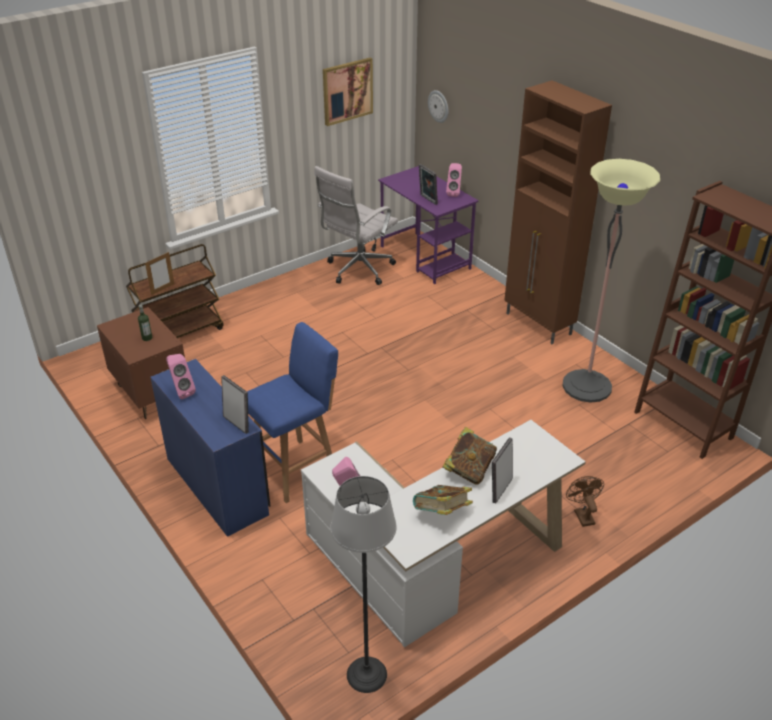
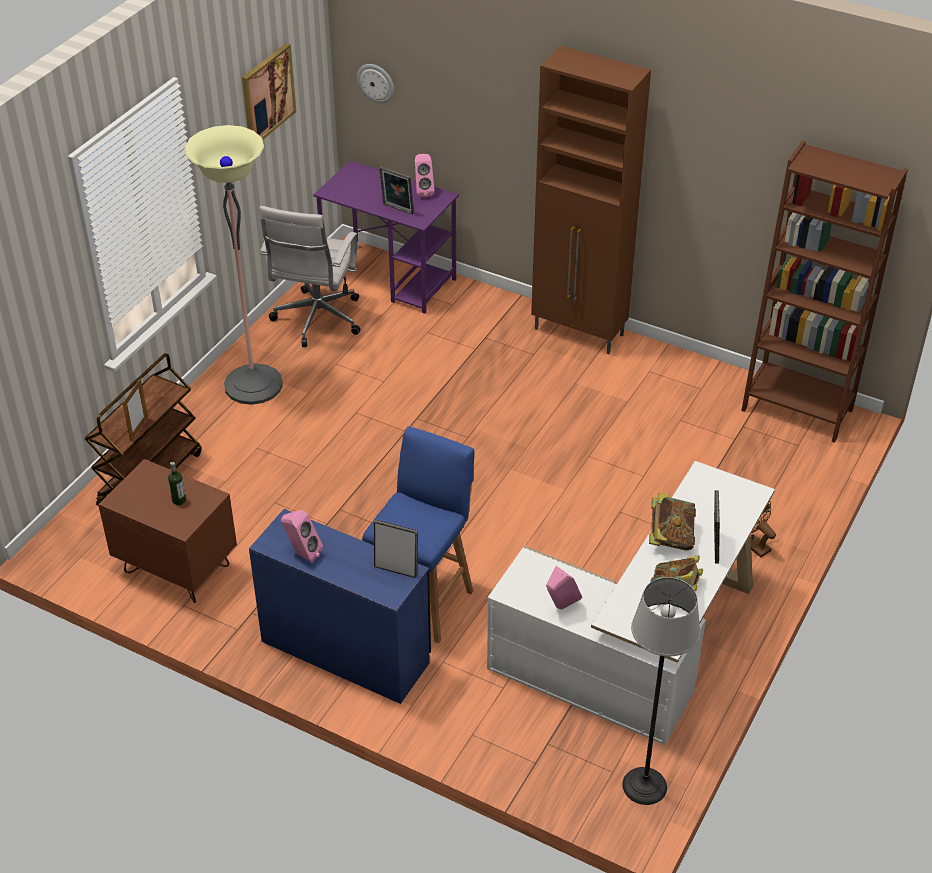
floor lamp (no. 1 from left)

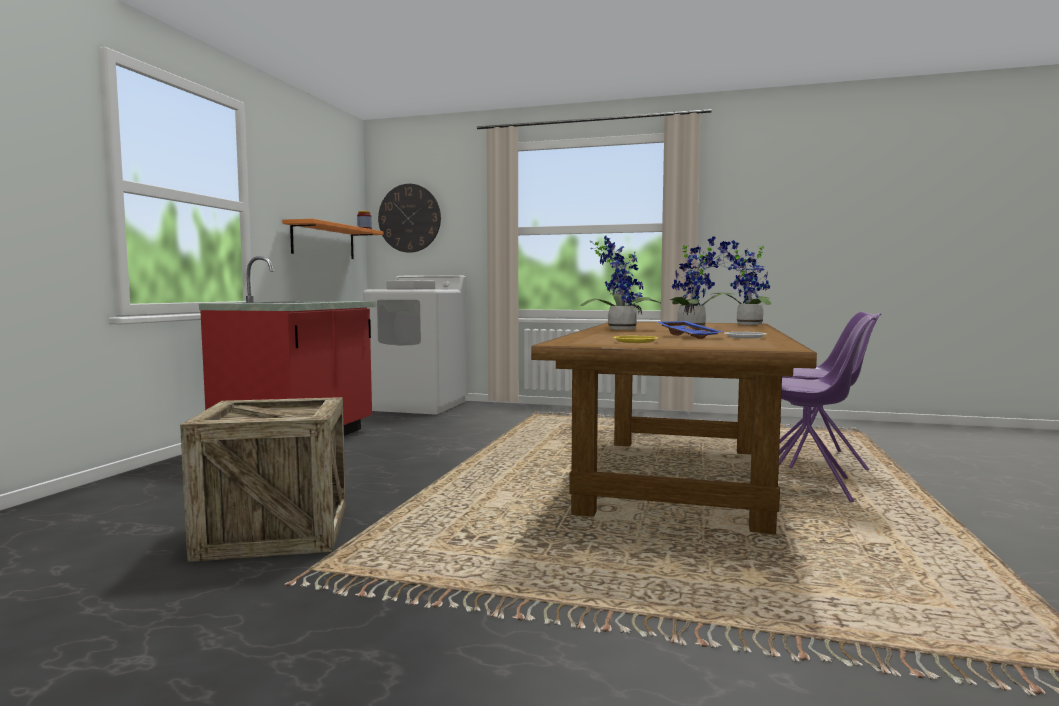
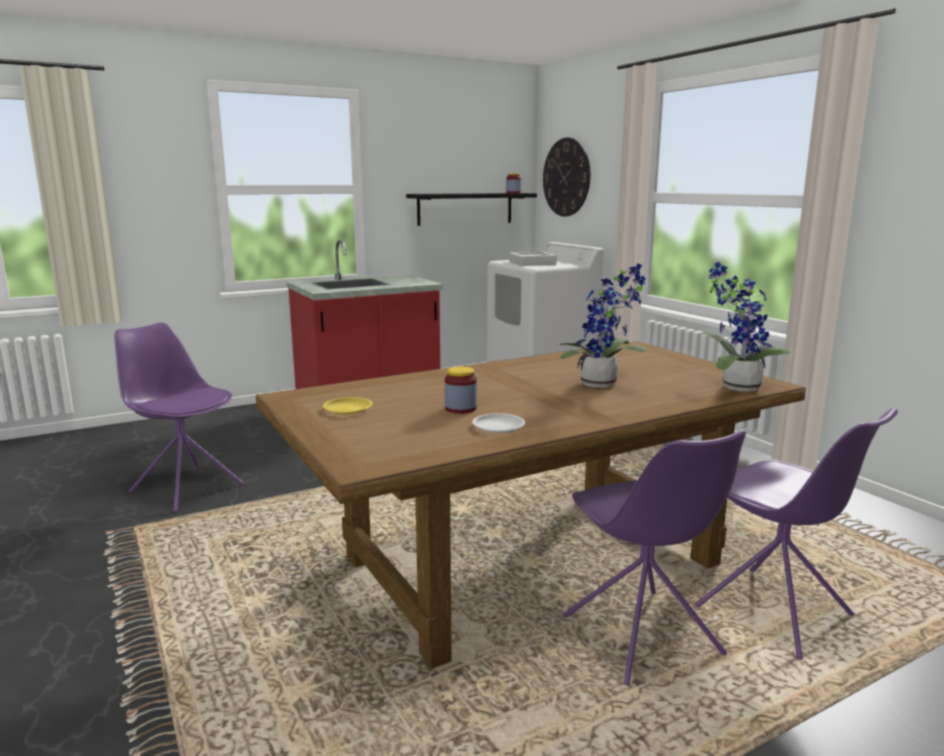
purple chair (no. 1 from left)
black shelf
potted plant (no. 1 from left in the first image)
jar (no. 1 from left)

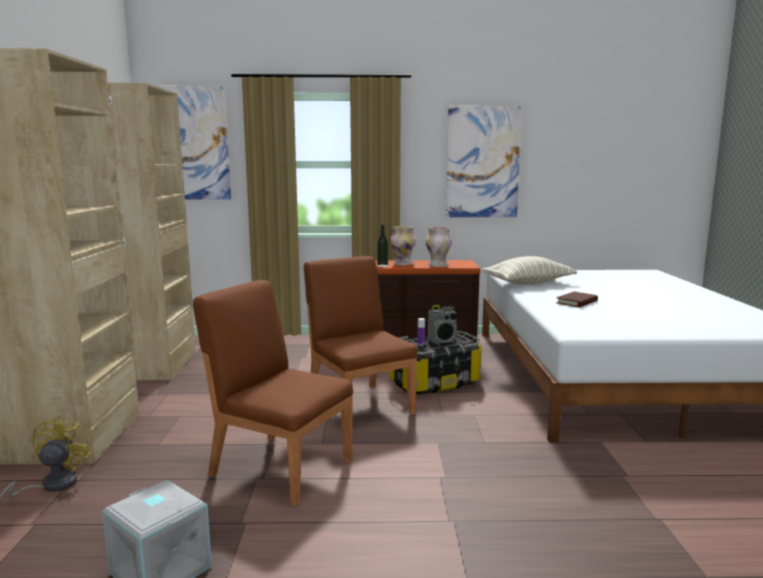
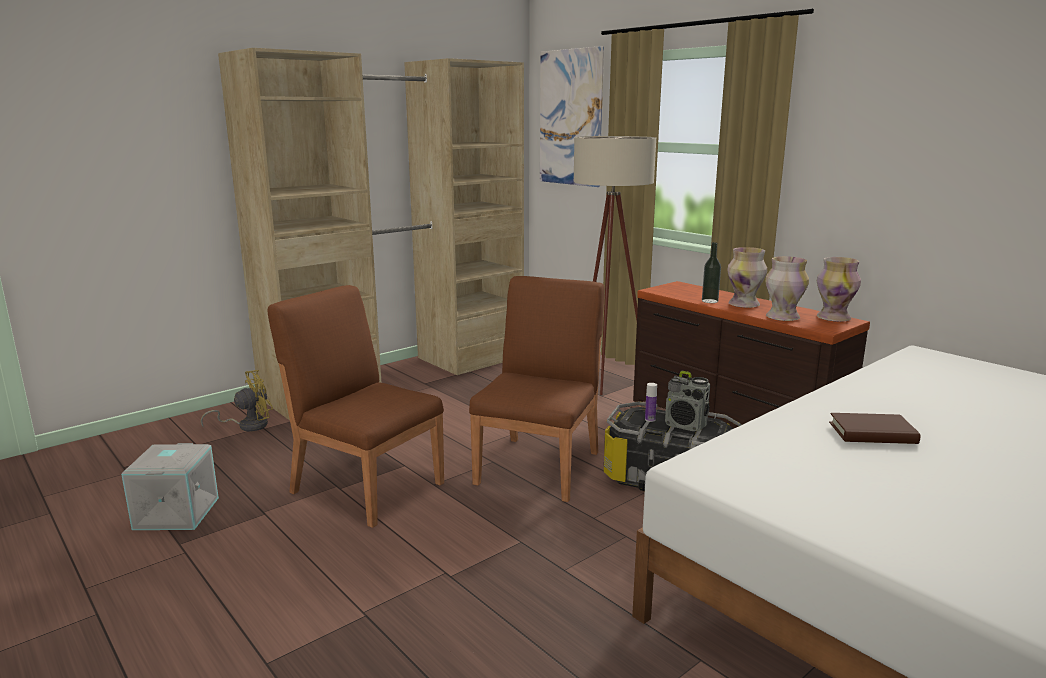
brown chair (no. 1 from left)
picture (no. 2 from left in the first image)
pillow
beige floor lamp
vase (no. 3 from left)

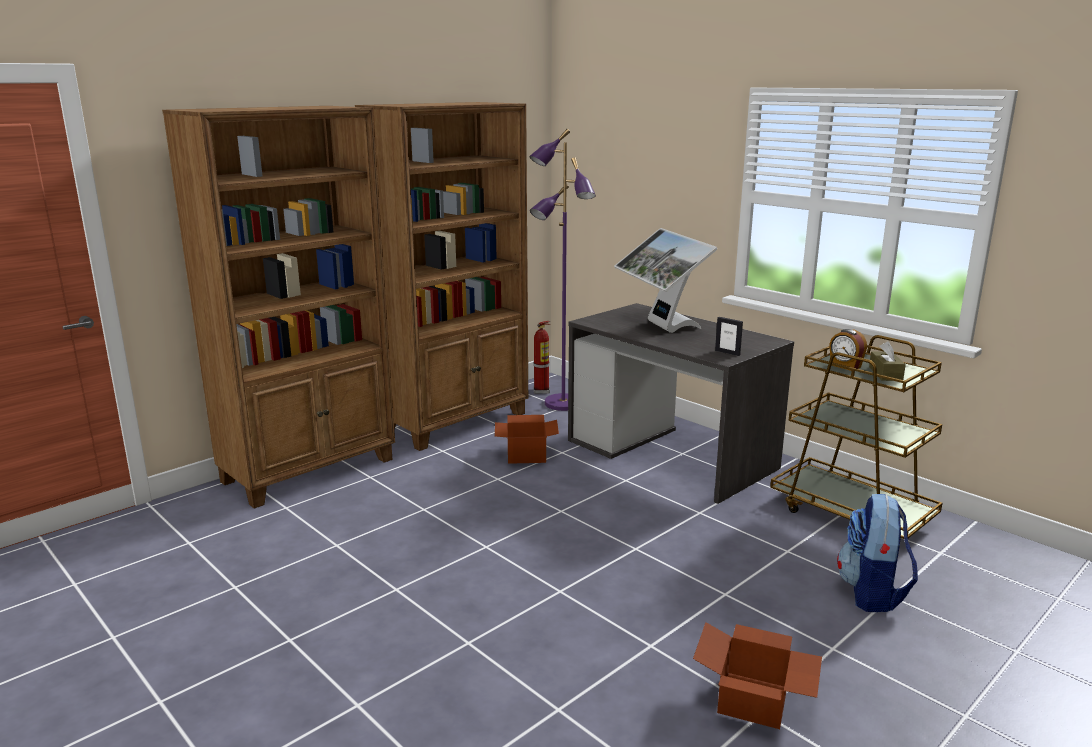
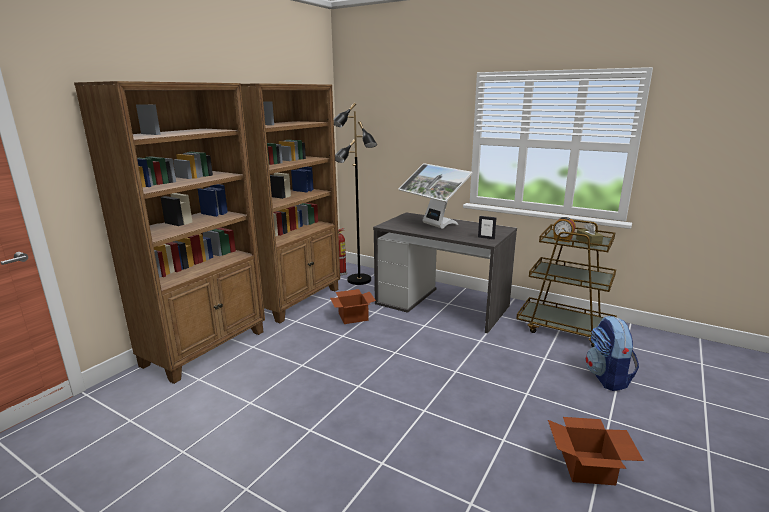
black floor lamp

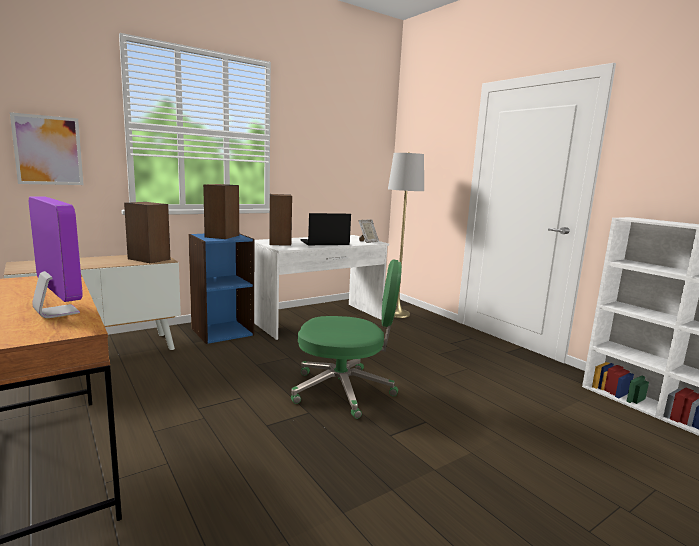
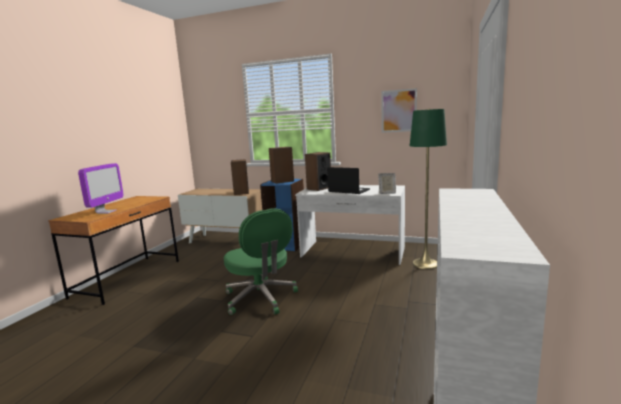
picture
green floor lamp

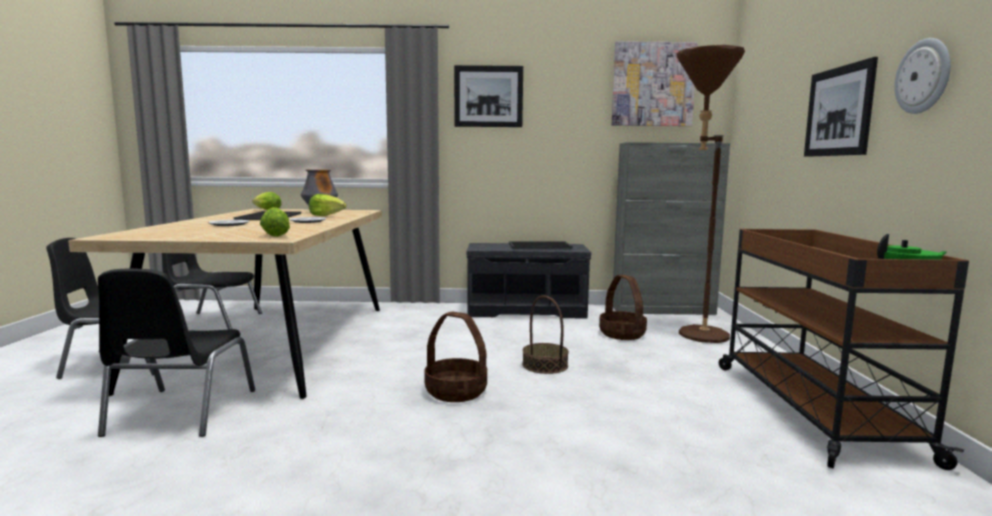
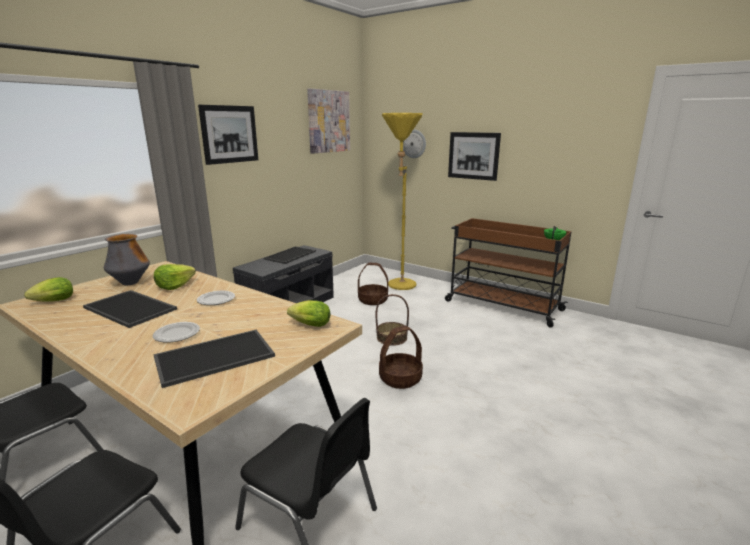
grey cabinet
yellow floor lamp
wall clock
tray (no. 2 from left)

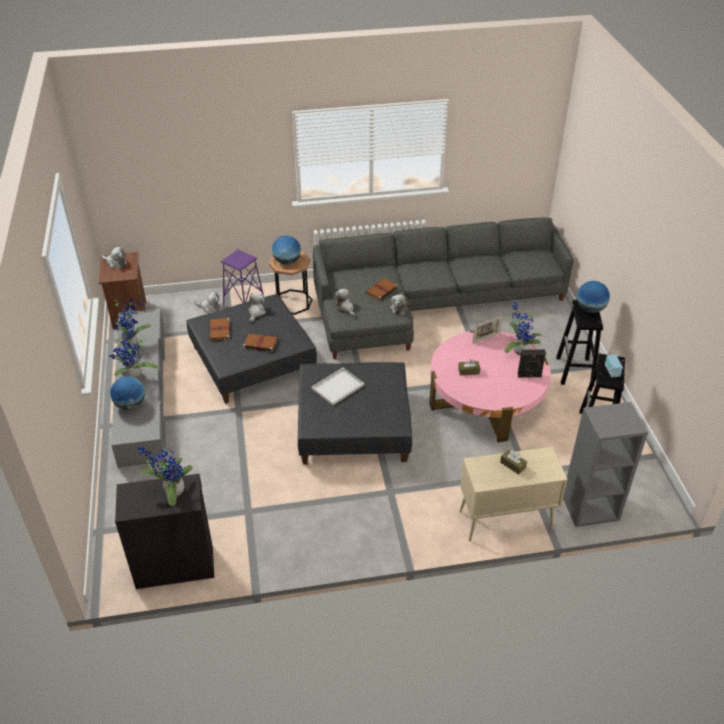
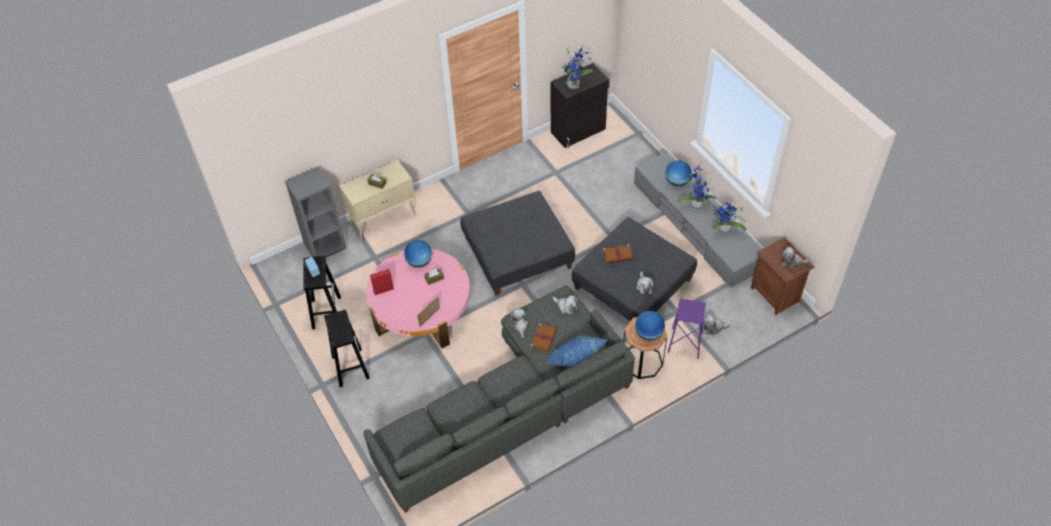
brown book (no. 1 from left in the first image)
white tray
potted plant (no. 4 from left in the first image)
red speaker
globe (no. 1 from left)
blue pillow

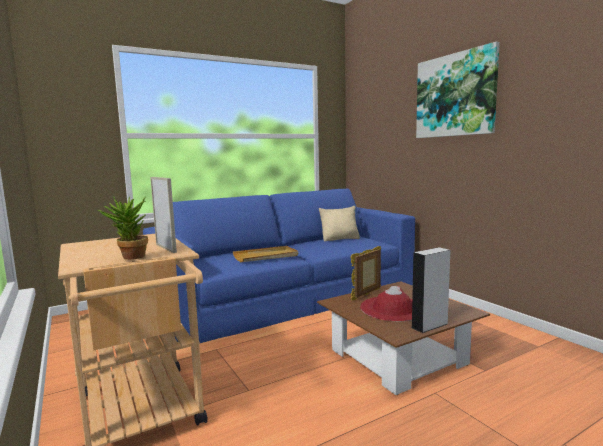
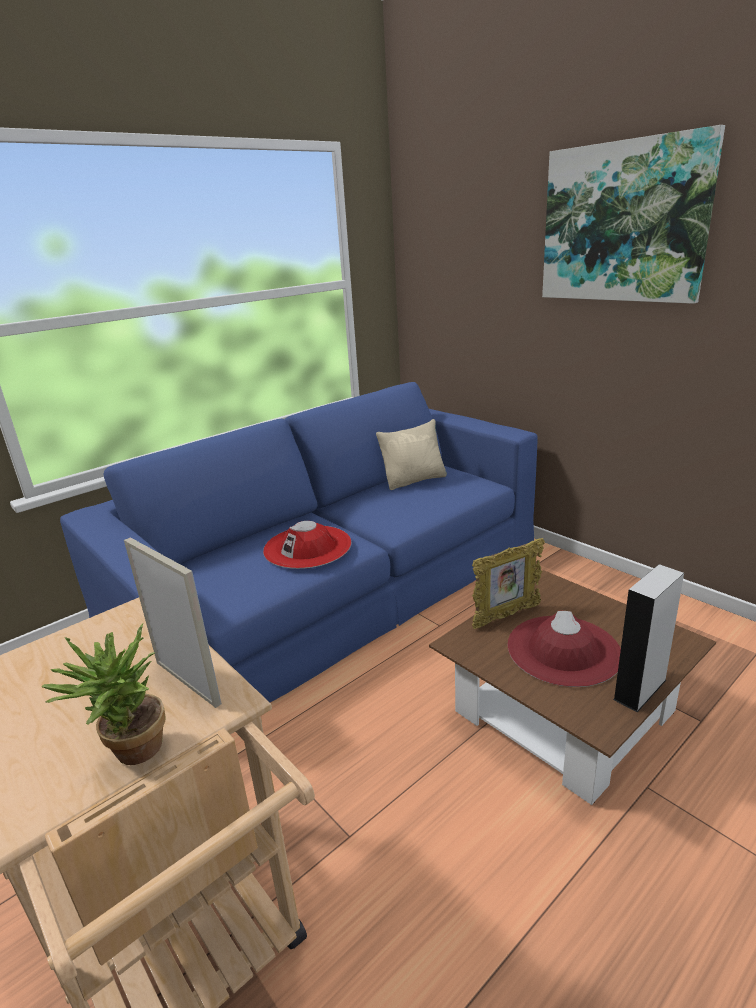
red hat (no. 1 from left)
picture frame (no. 2 from left)

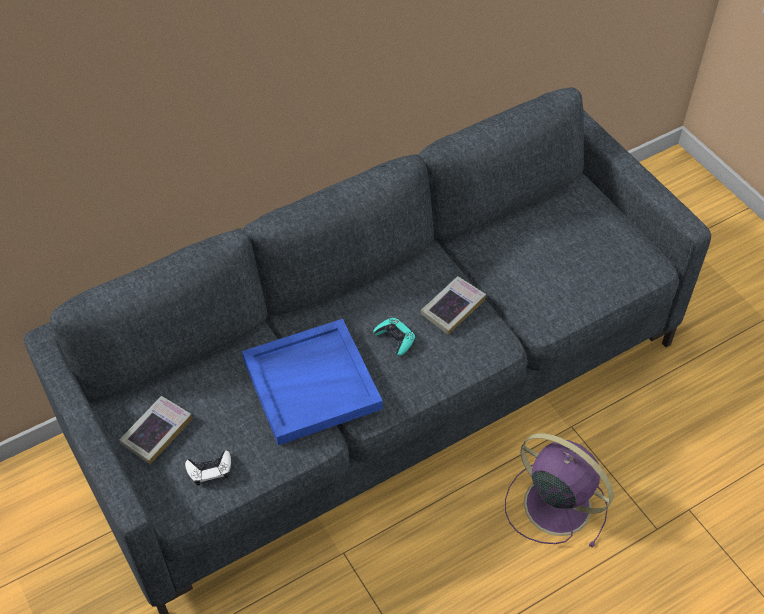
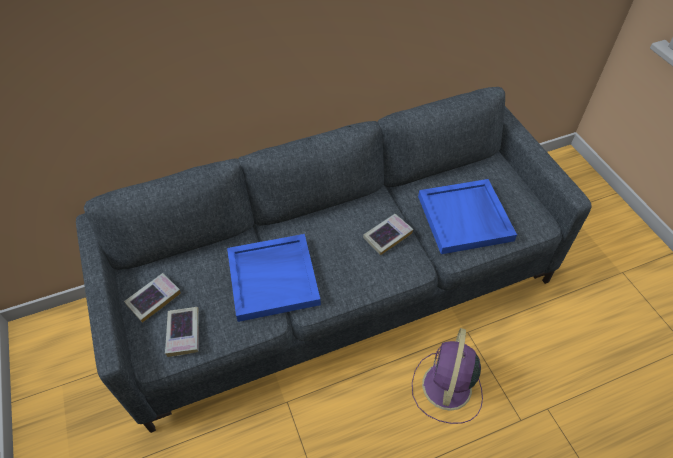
book (no. 2 from left)
turquoise game controller
purple fan
blue tray (no. 2 from left)

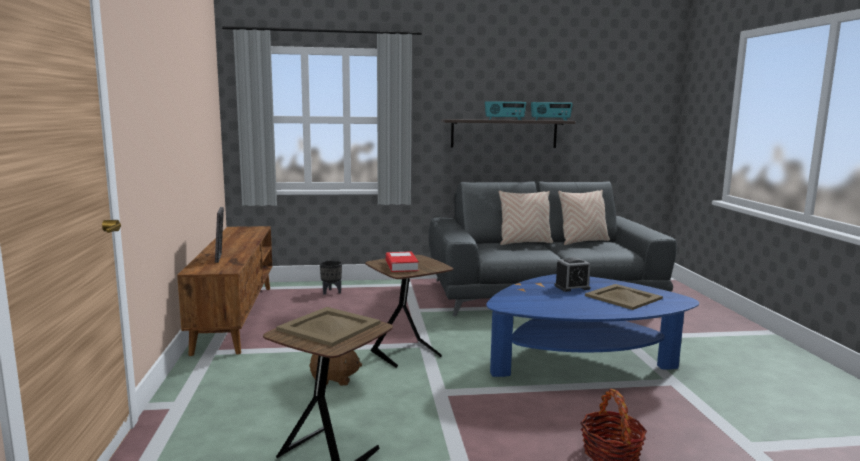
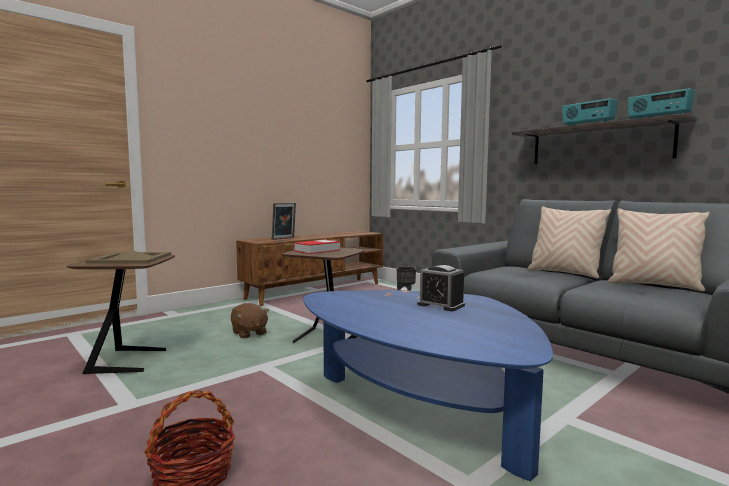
beige tray (no. 2 from left in the first image)

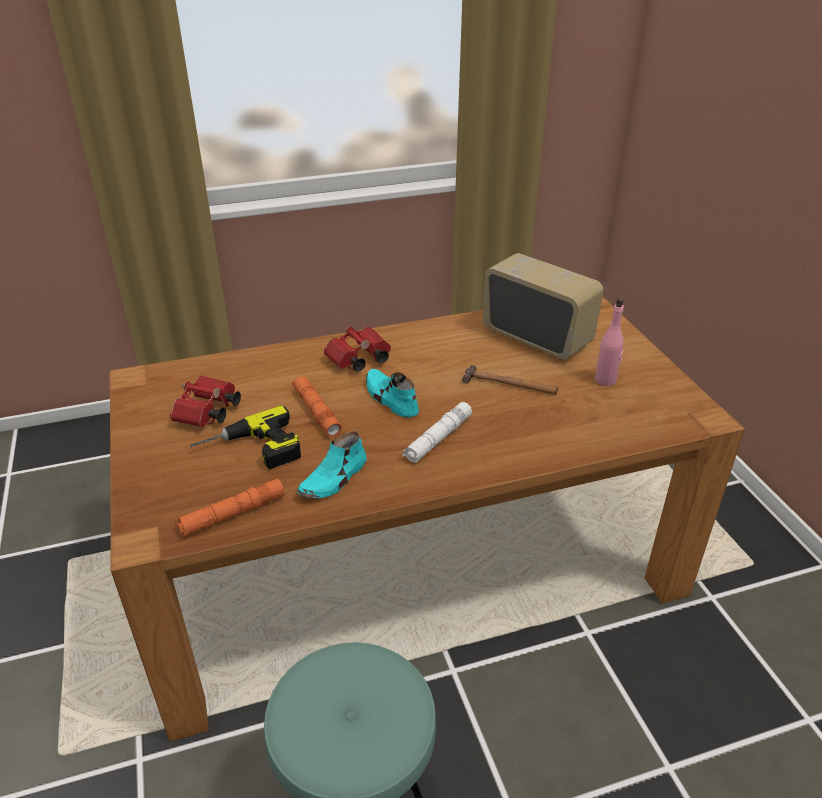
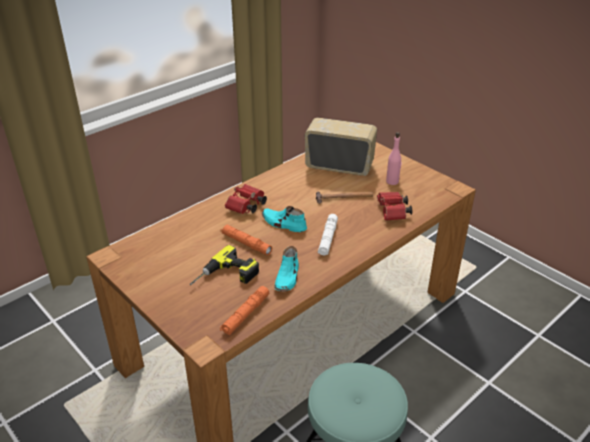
red binoculars (no. 2 from left)

